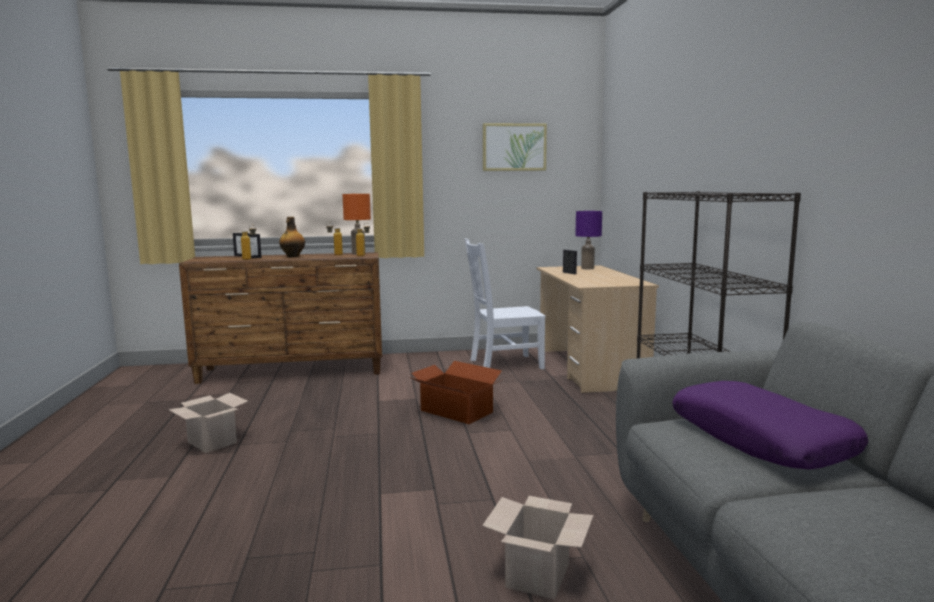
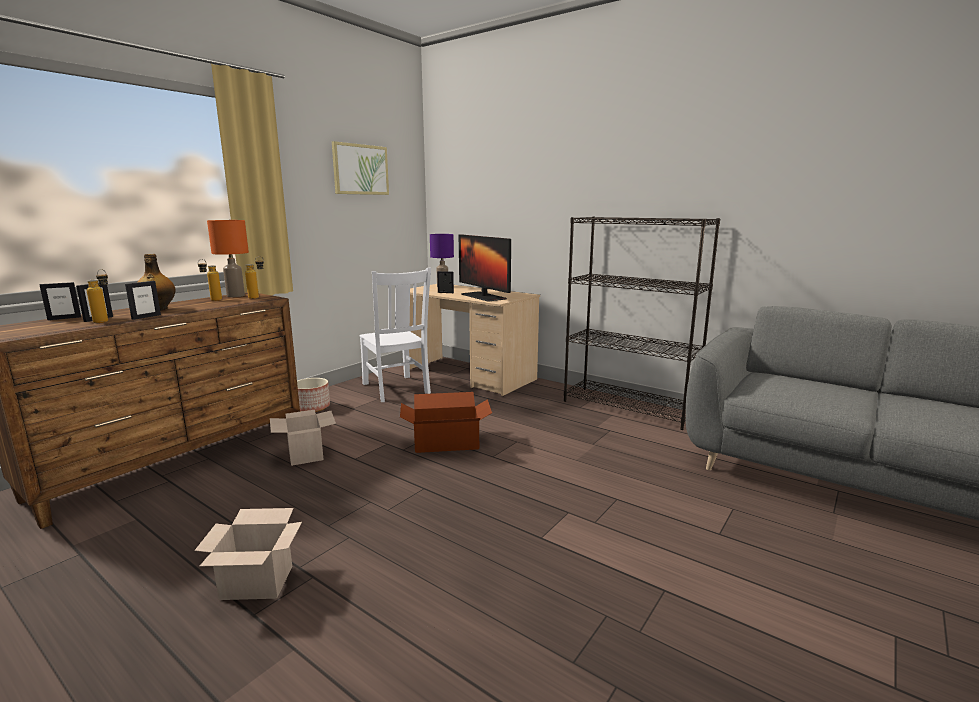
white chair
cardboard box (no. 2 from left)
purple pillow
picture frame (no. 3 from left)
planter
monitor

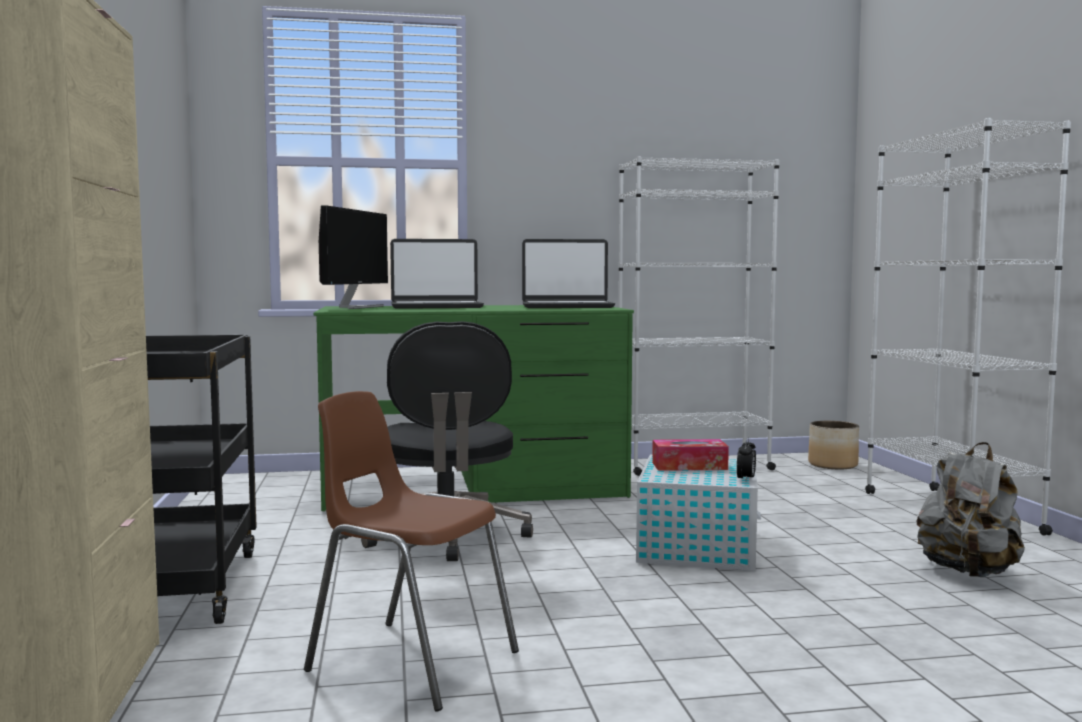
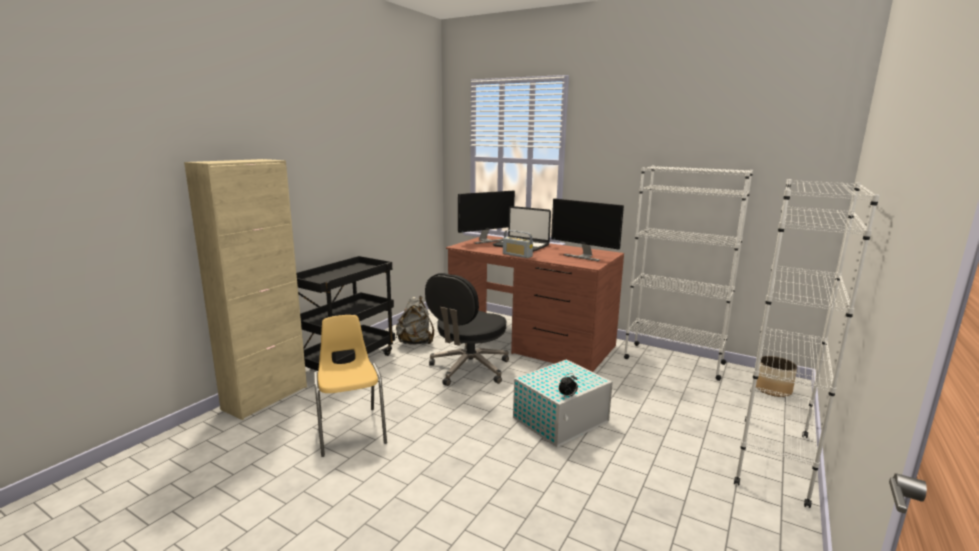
yellow chair
brown desk
monitor (no. 2 from left)
tissue box
grey backpack
radio

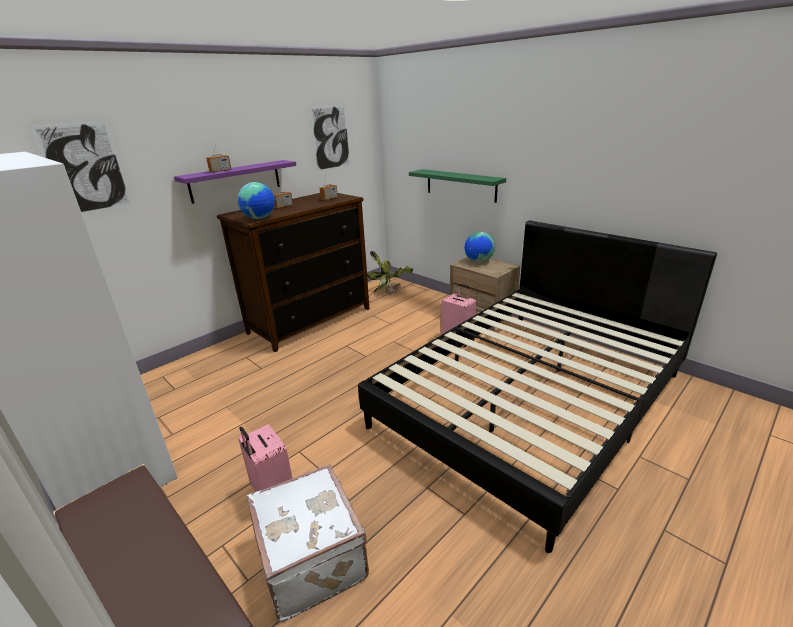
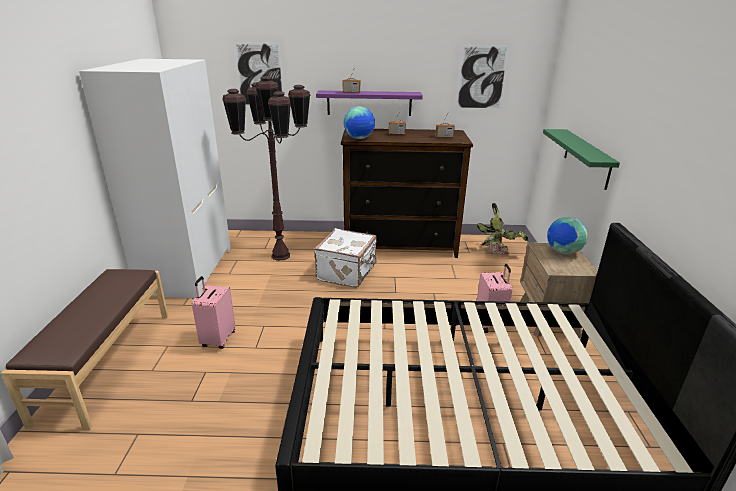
white suitcase
brown floor lamp

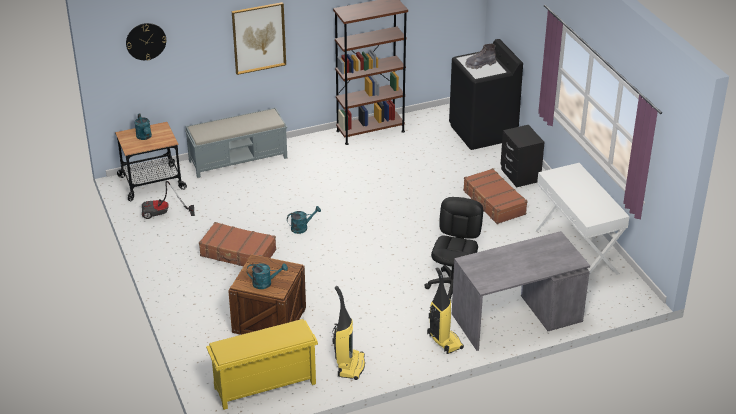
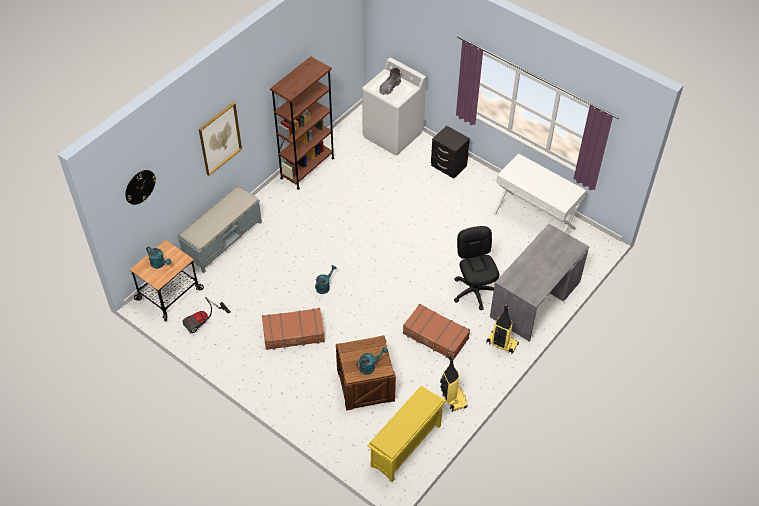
white washing machine
brown suitcase (no. 2 from left)

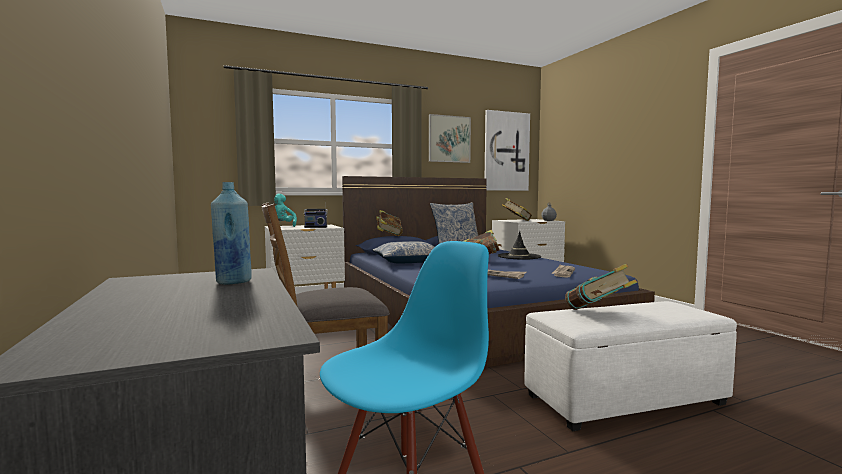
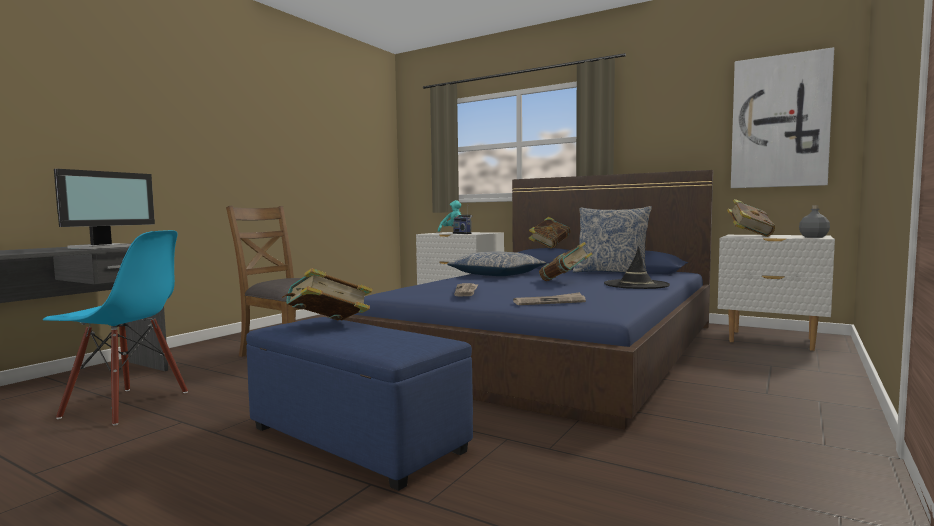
monitor
picture (no. 1 from left in the first image)
blue ottoman

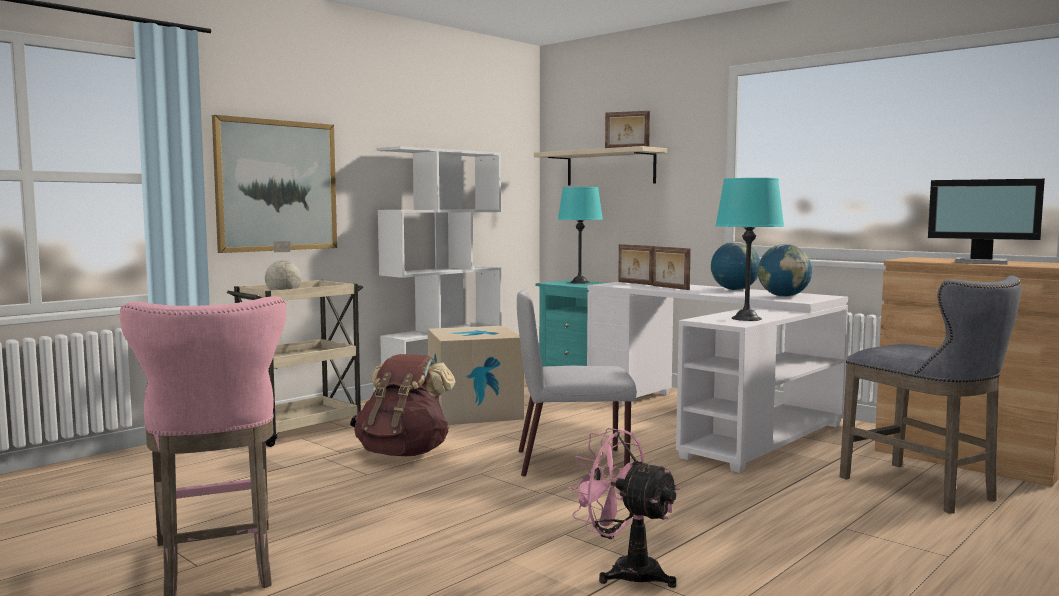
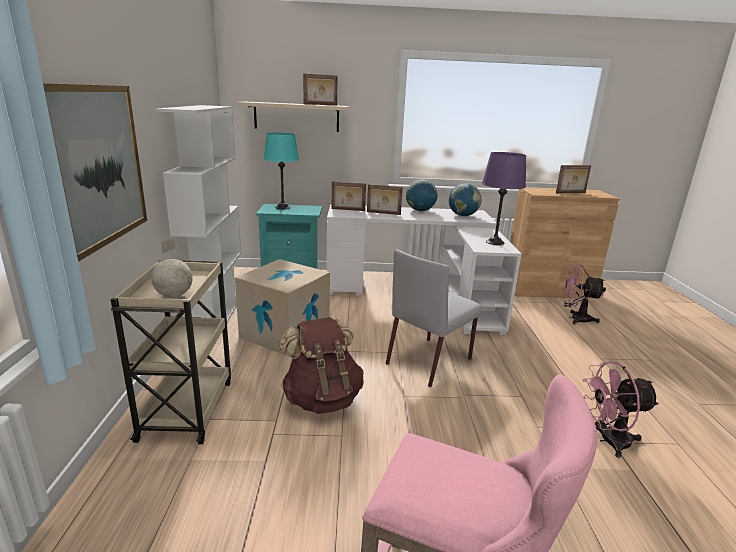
purple table lamp
pink fan (no. 1 from left)
picture frame (no. 4 from left)

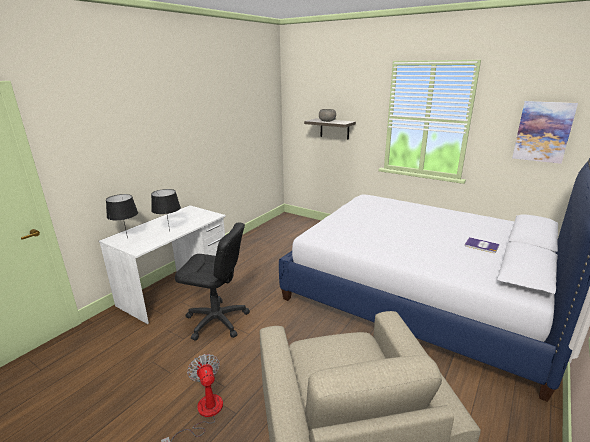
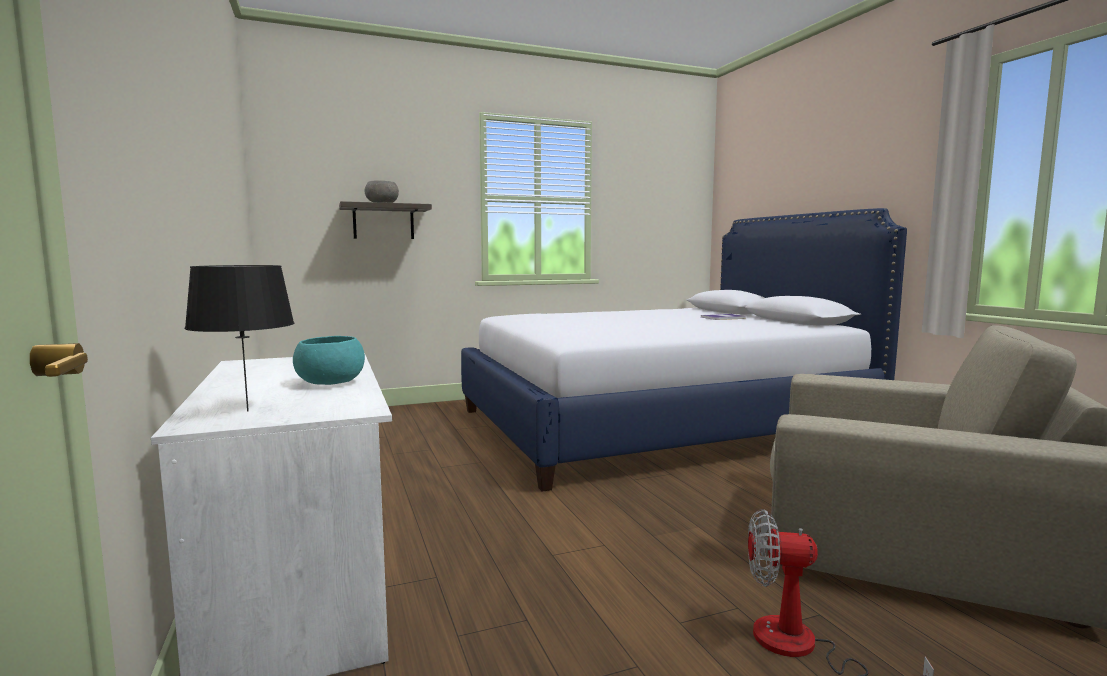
turquoise bowl
black office chair
picture

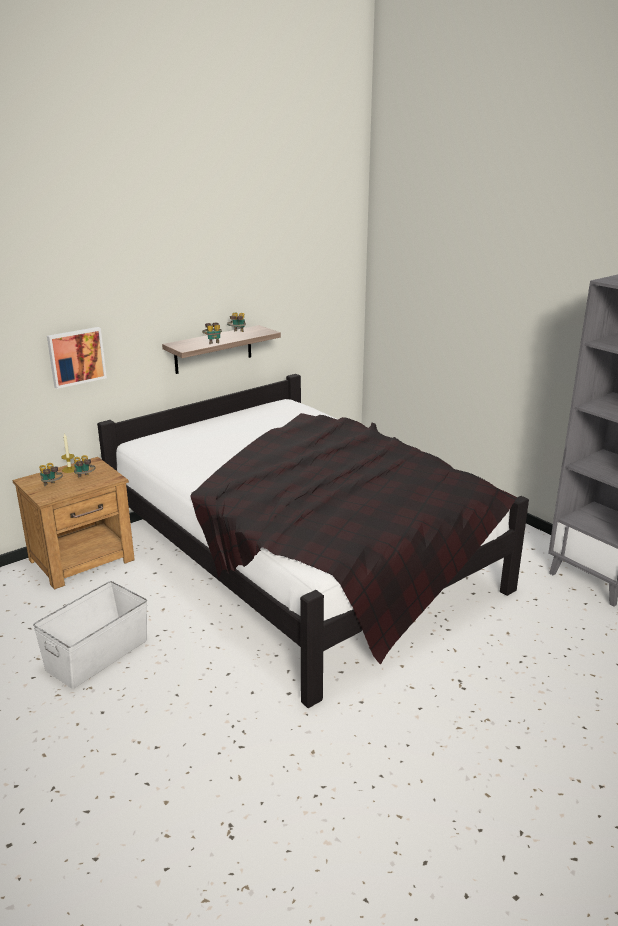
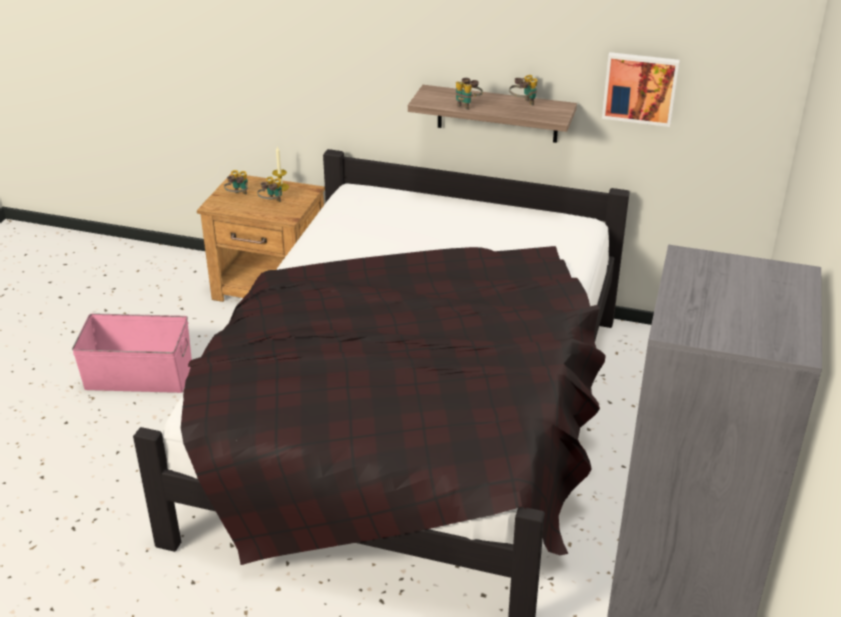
pink storage box
picture

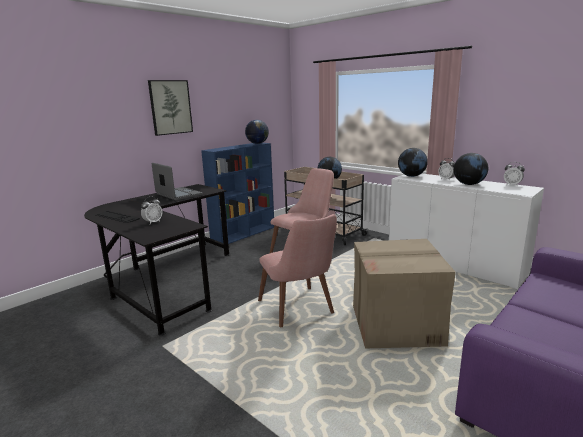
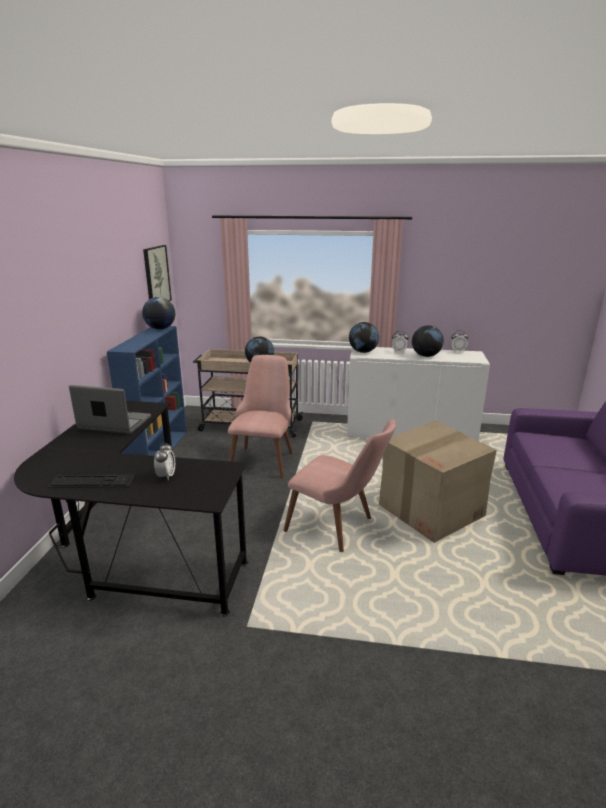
picture

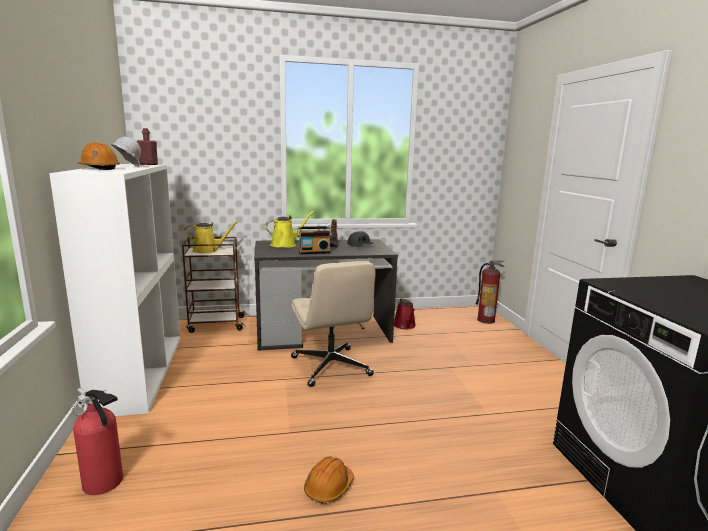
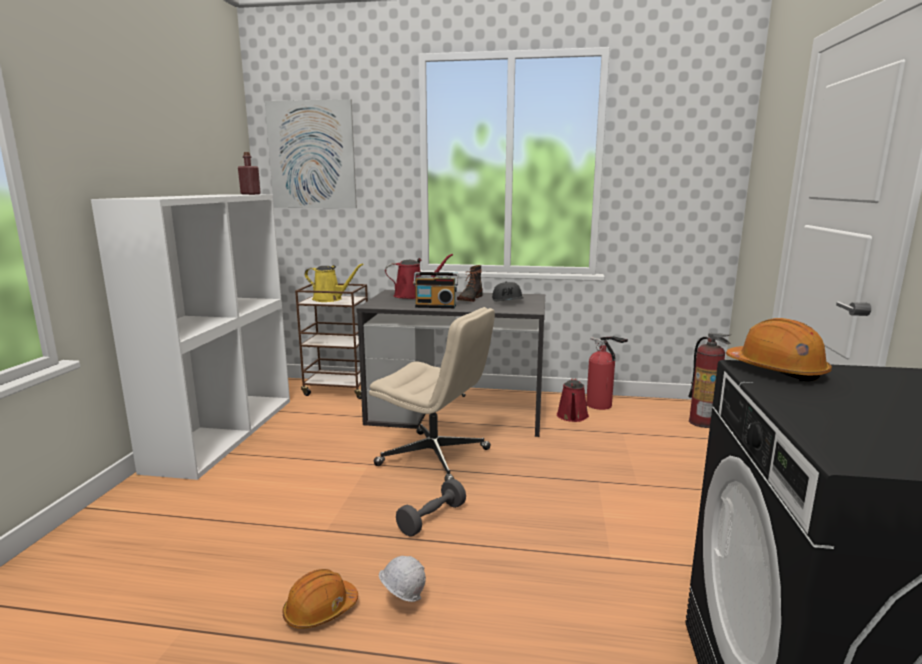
fire extinguisher (no. 1 from left)
orange hard hat (no. 2 from left)
white hard hat
red watering can (no. 1 from left)
beige office chair
picture
grey dumbbell

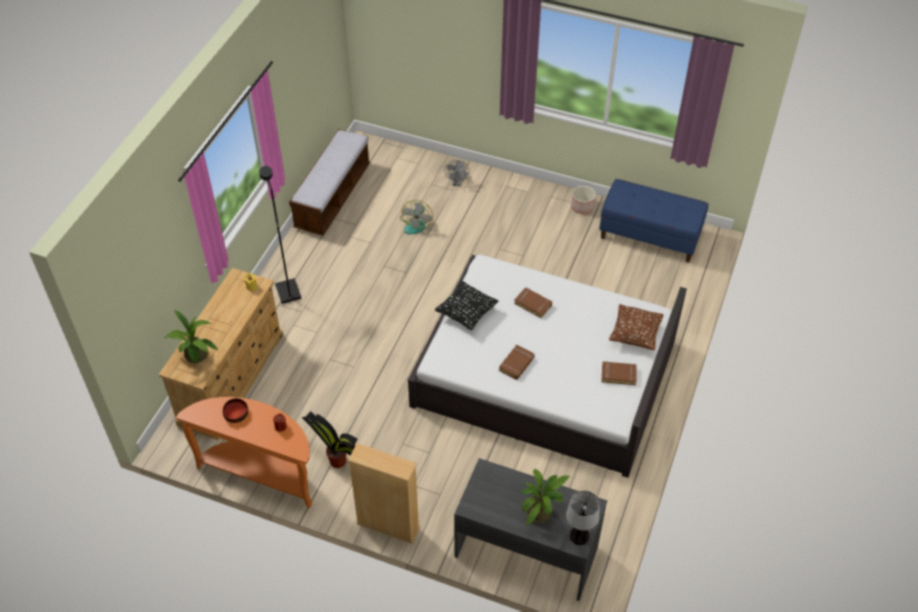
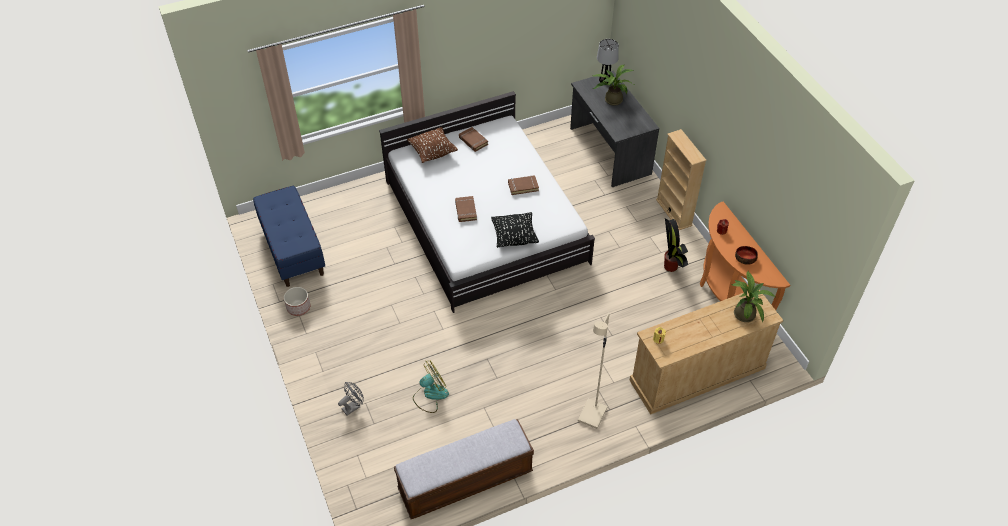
beige floor lamp

